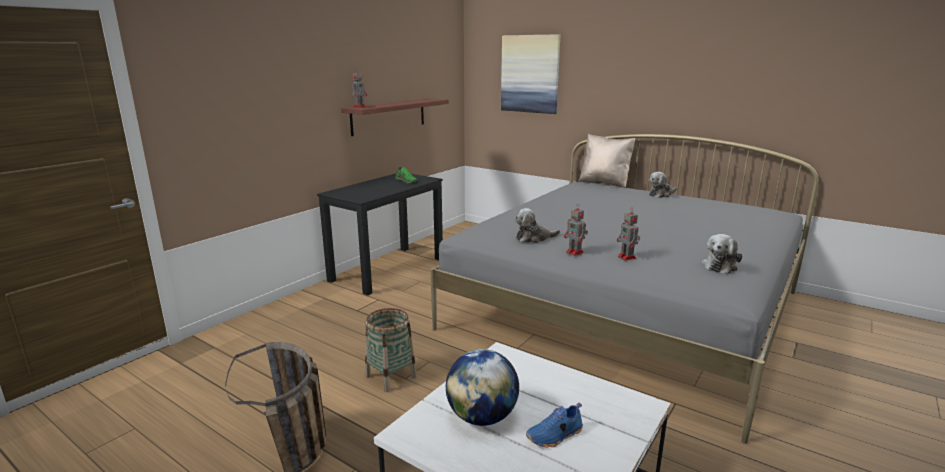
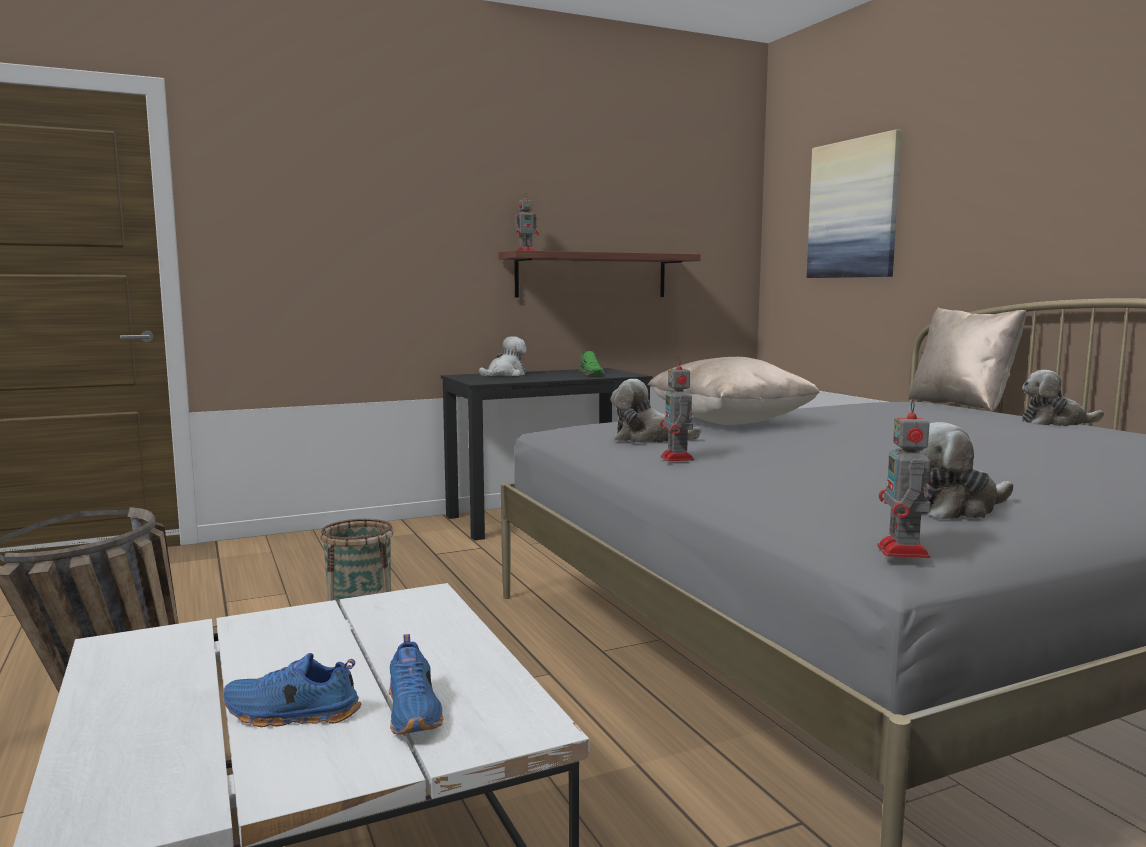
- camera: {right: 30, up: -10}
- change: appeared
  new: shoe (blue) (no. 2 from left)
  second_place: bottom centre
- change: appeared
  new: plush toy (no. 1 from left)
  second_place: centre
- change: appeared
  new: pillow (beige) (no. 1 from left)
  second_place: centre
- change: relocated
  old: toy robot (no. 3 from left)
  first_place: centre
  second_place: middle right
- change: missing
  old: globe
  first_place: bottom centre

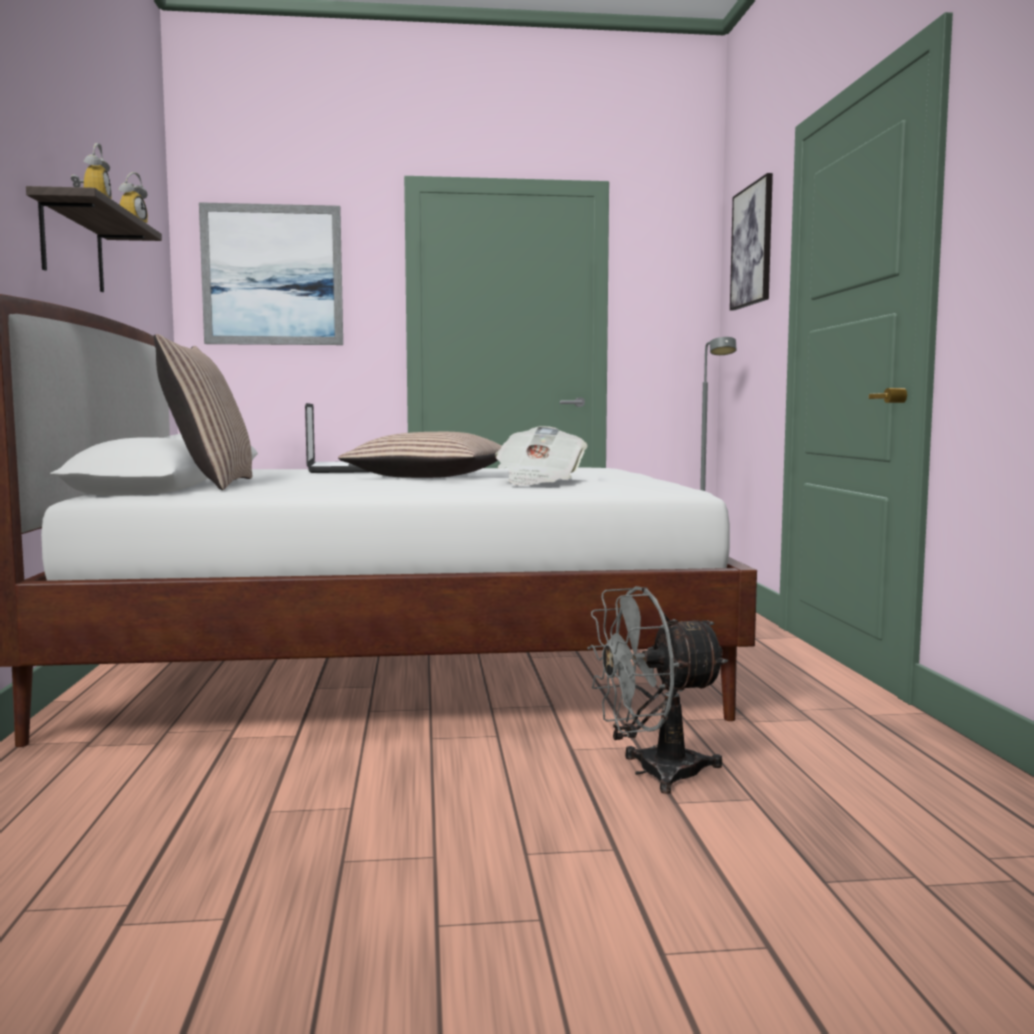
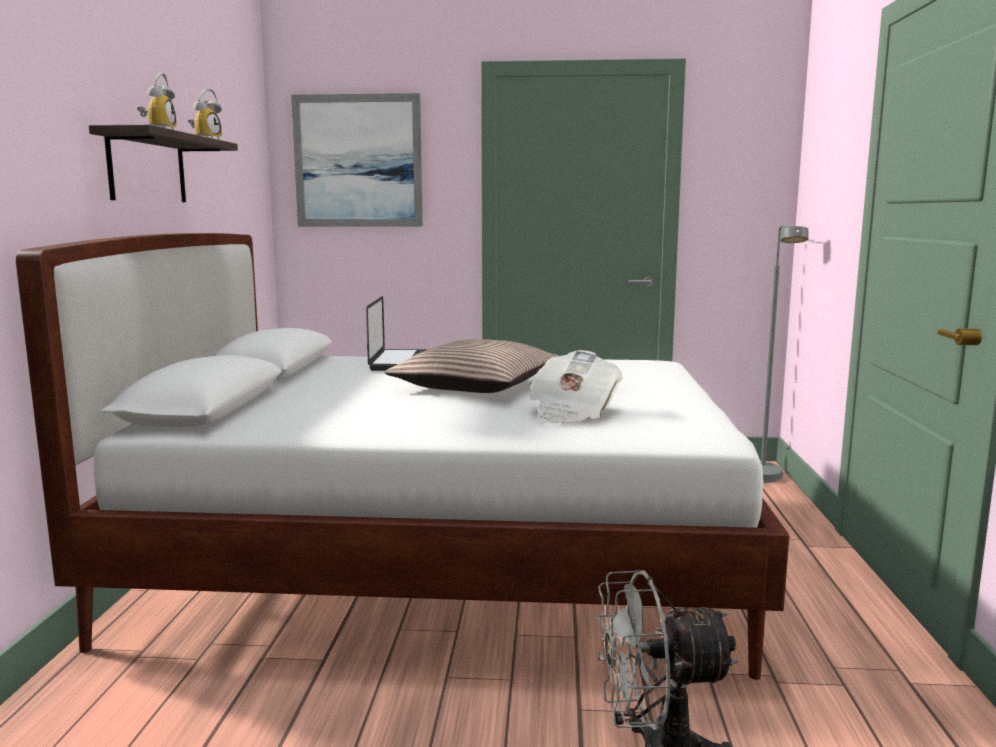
- camera: {right: 10, up: 5}
- change: missing
  old: pillow (no. 1 from left)
  first_place: middle left
- change: missing
  old: picture (no. 2 from left)
  first_place: top right

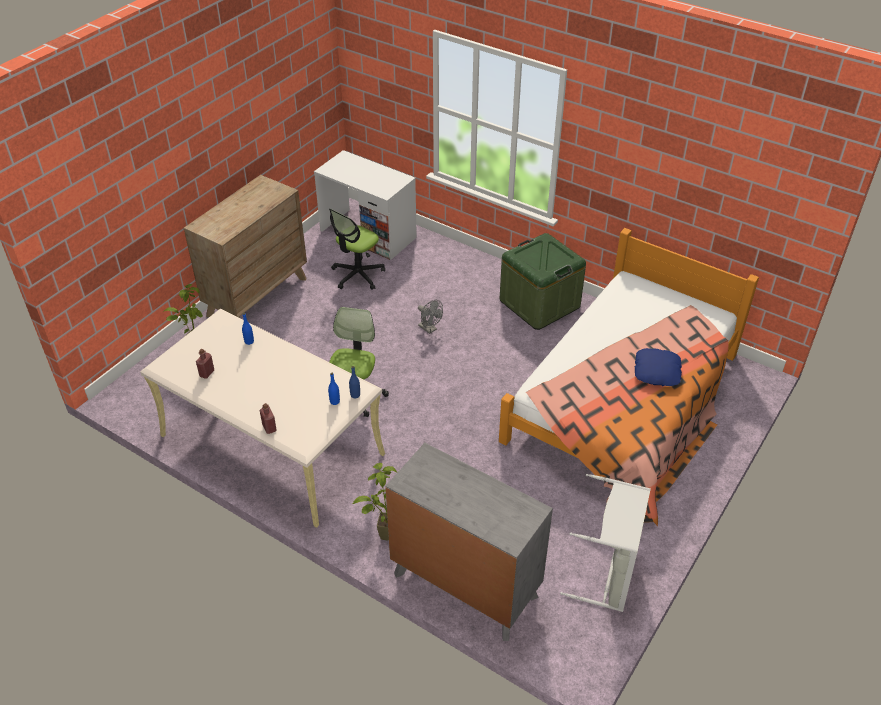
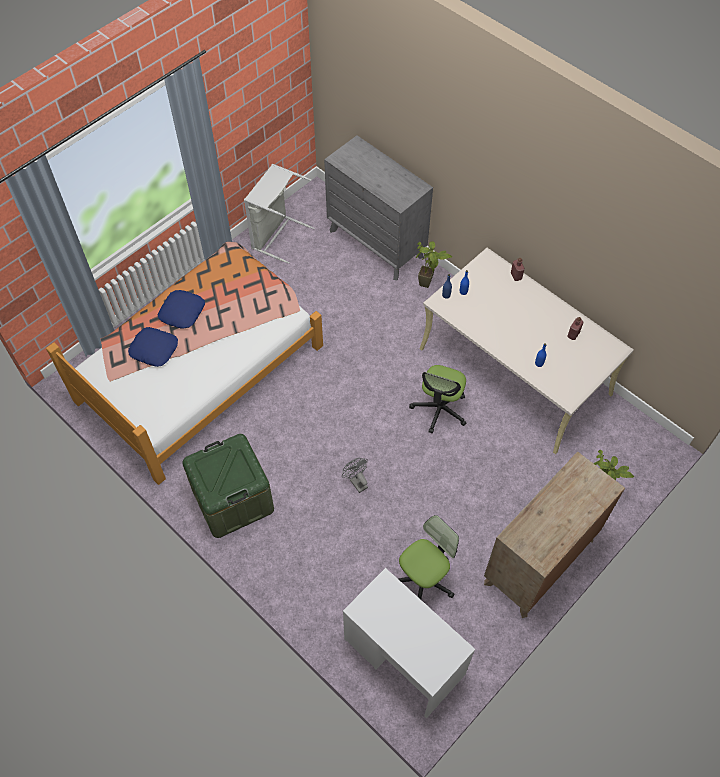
- camera: {right: -170, up: 15}
- change: appeared
  new: pillow (blue) (no. 1 from left)
  second_place: middle left

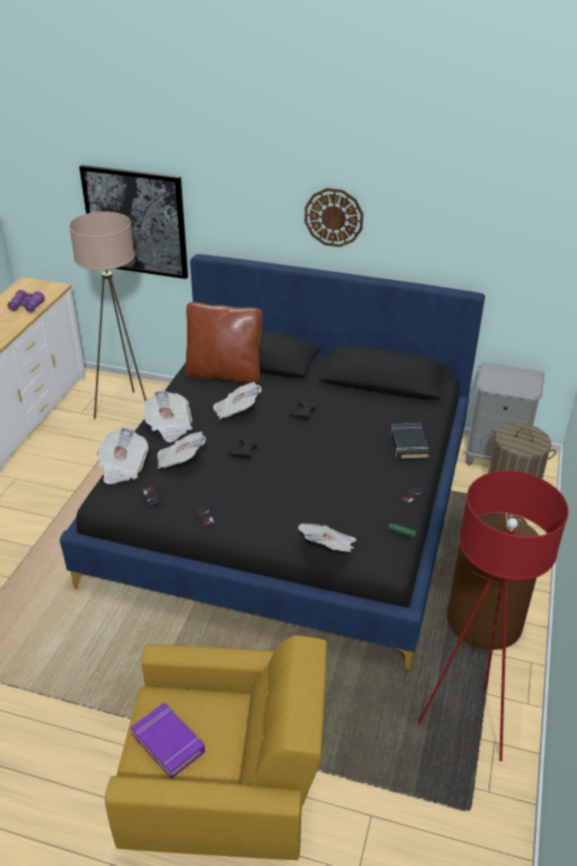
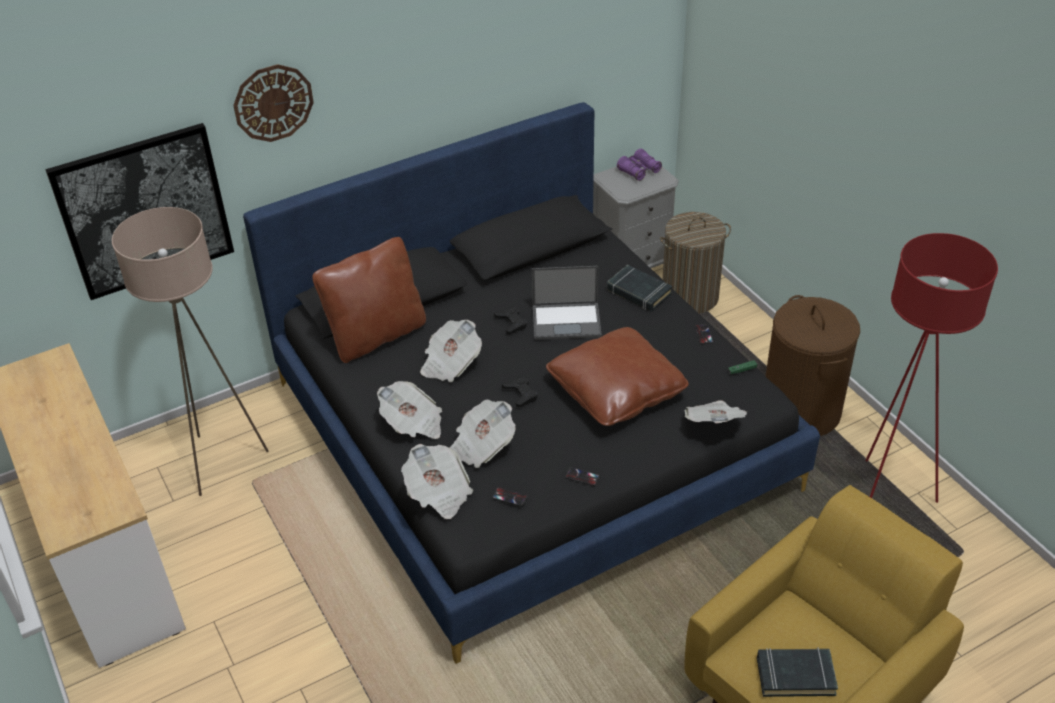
- camera: {right: -45, up: 5}
- change: relocated
  old: wall clock
  first_place: top centre
  second_place: top left
- change: appeared
  new: laptop
  second_place: centre
- change: appeared
  new: pillow (brown) (no. 2 from left)
  second_place: centre
- change: relocated
  old: binoculars (purple)
  first_place: middle left
  second_place: top centre
- change: colour
  old: book (purple)
  new: book (black) (no. 2 from left)
  first_place: bottom left
  second_place: bottom right

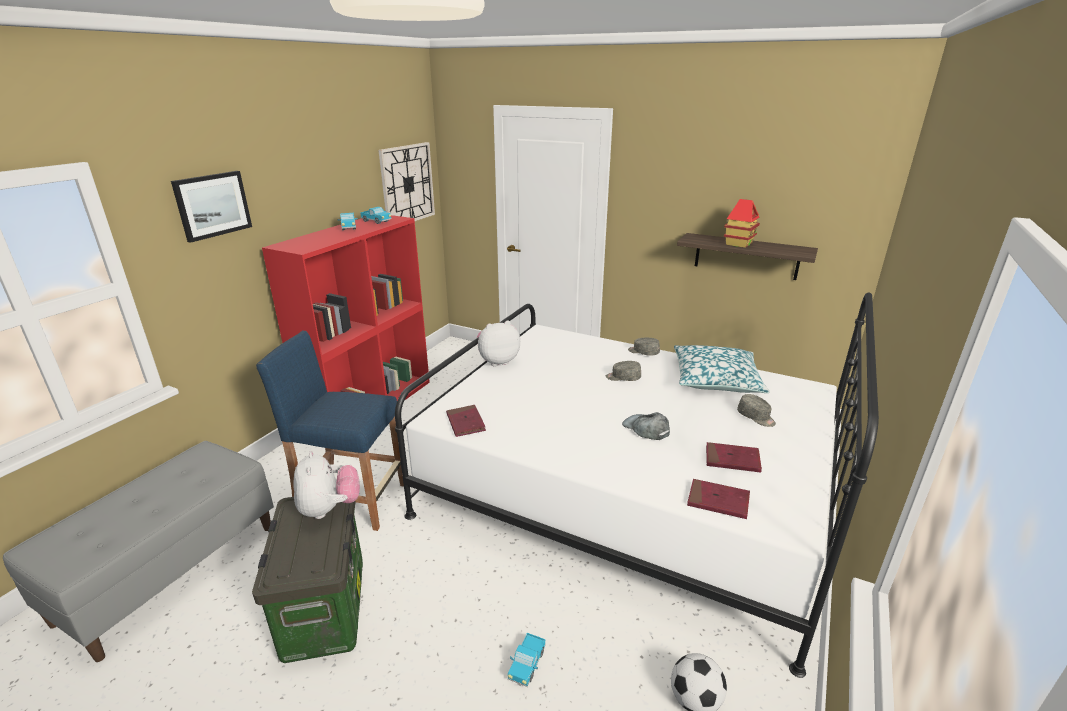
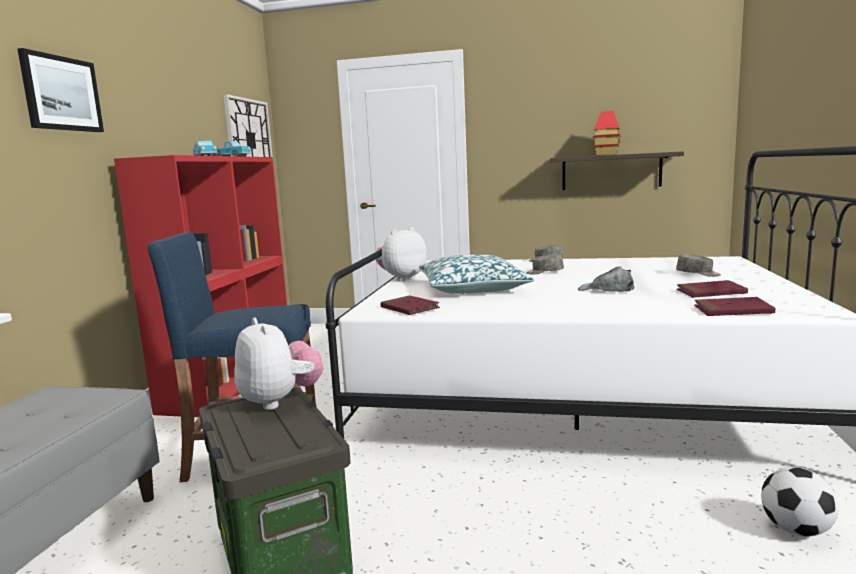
- camera: {right: -15, up: -15}
- change: relocated
  old: pillow
  first_place: middle right
  second_place: centre
- change: missing
  old: toy truck (no. 3 from left)
  first_place: bottom centre

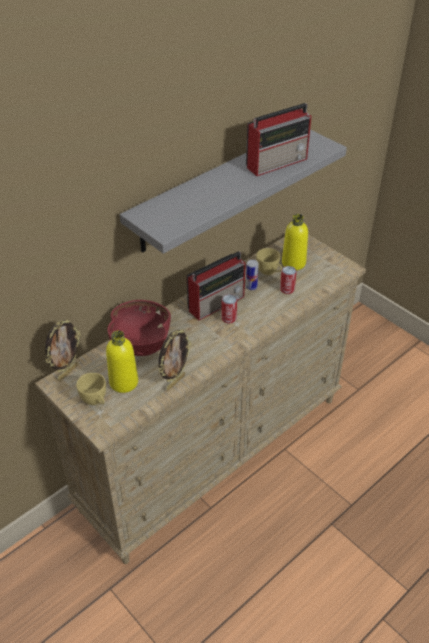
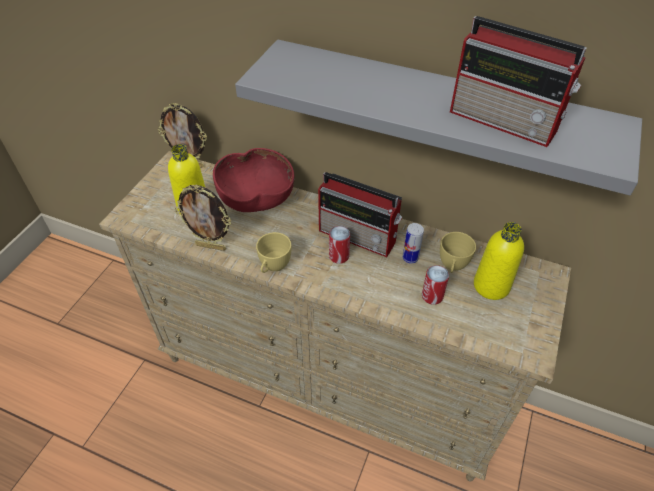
- camera: {right: 65, up: 5}
- change: relocated
  old: cup (yellow) (no. 1 from left)
  first_place: middle left
  second_place: centre

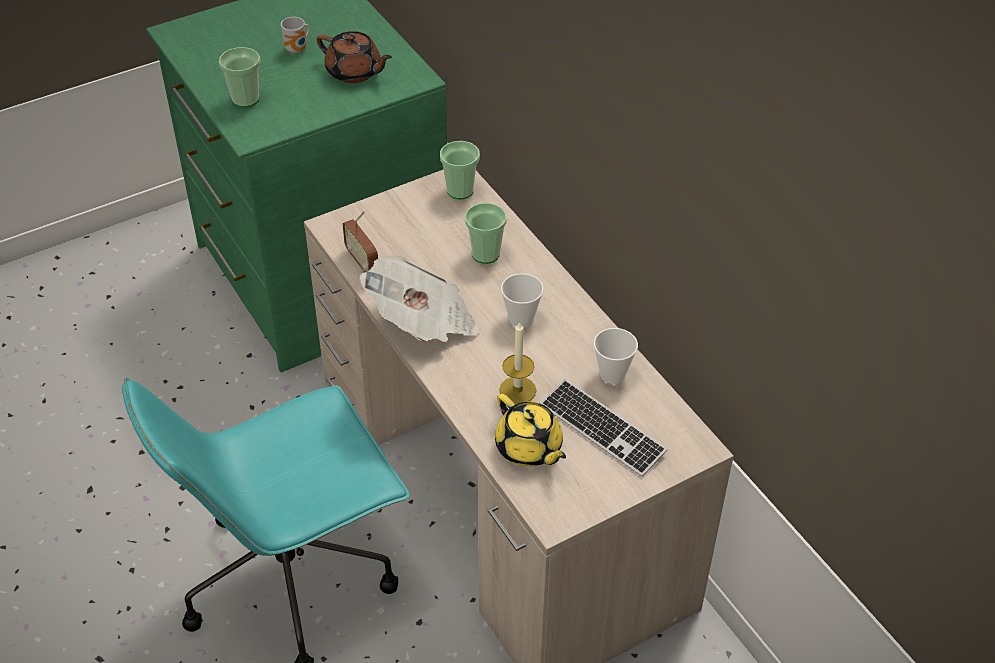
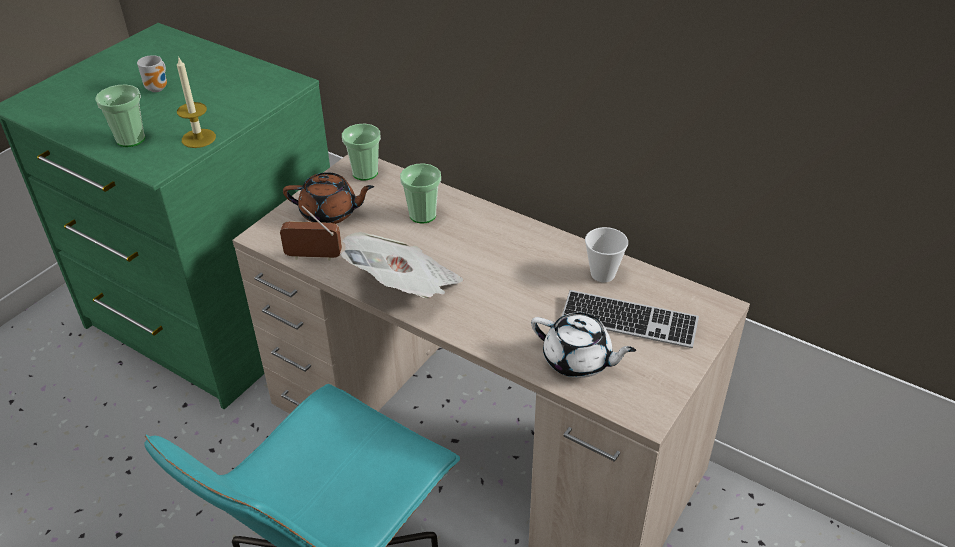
- camera: {right: -25, up: -5}
- change: relocated
  old: candle
  first_place: centre
  second_place: top left
- change: spun
  old: radio
  first_place: centre
  second_place: middle left
  degrees: 150
- change: relocated
  old: teapot (brown)
  first_place: top centre
  second_place: centre
- change: colour
  old: teapot (yellow)
  new: teapot (white)
  first_place: centre
  second_place: centre
- change: missing
  old: cup (no. 4 from left)
  first_place: centre

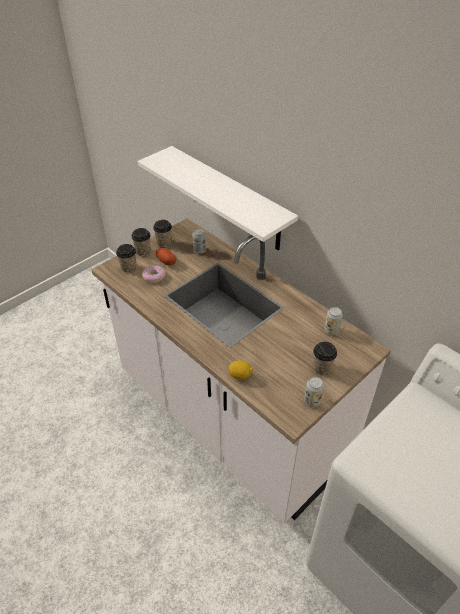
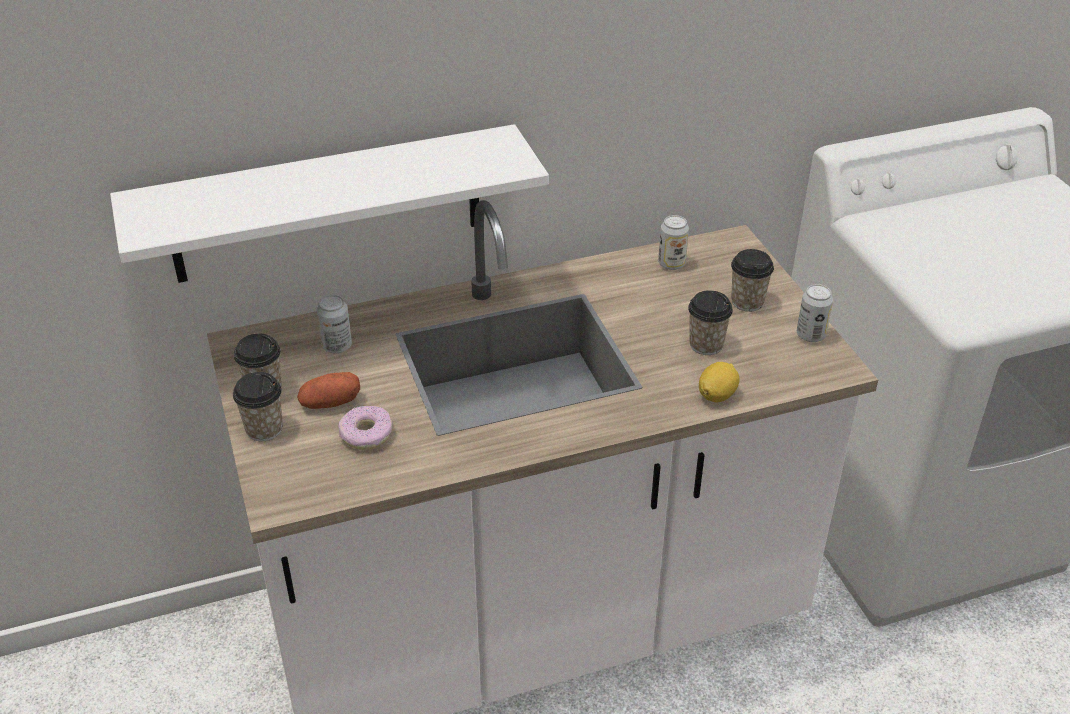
- camera: {right: -65, up: -5}
- change: relocated
  old: cup (no. 1 from left in the first image)
  new: cup (no. 3 from left)
  first_place: middle left
  second_place: centre

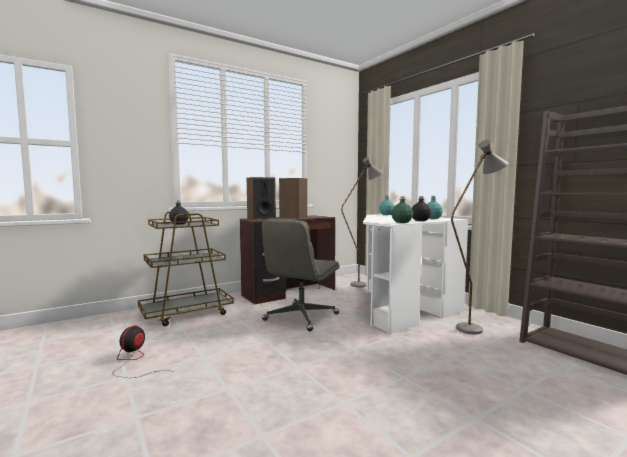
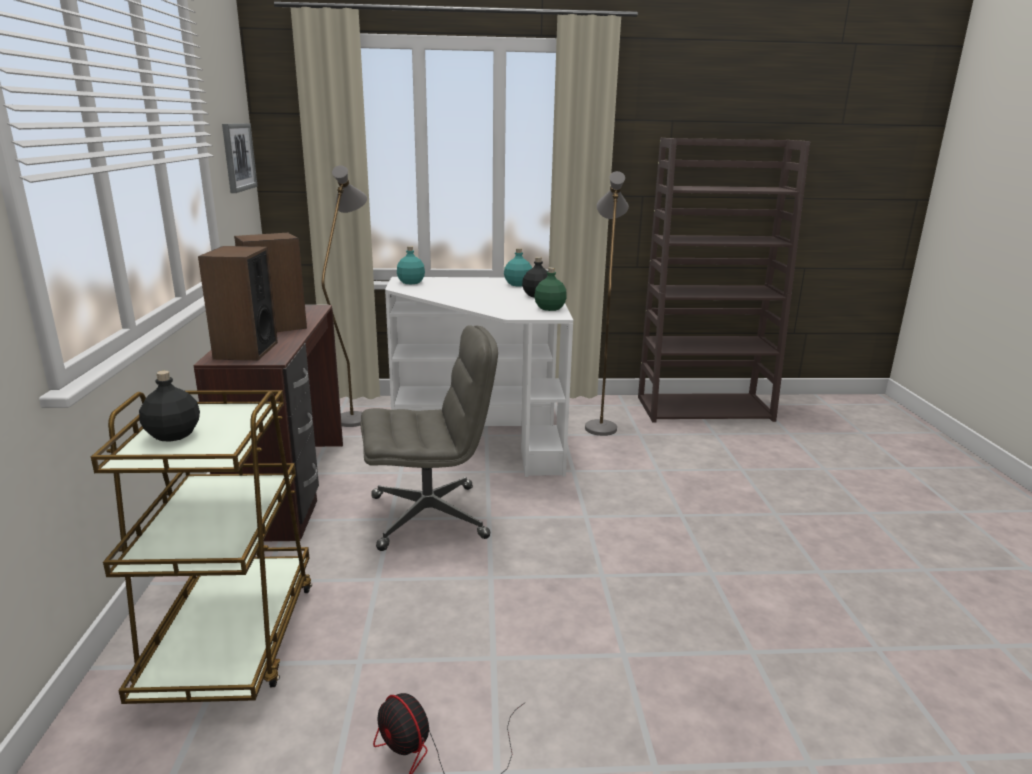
- camera: {right: -60, up: 15}
- change: appeared
  new: picture
  second_place: top left
- change: spun
  old: office chair (grey)
  first_place: centre
  second_place: centre
  degrees: -75

